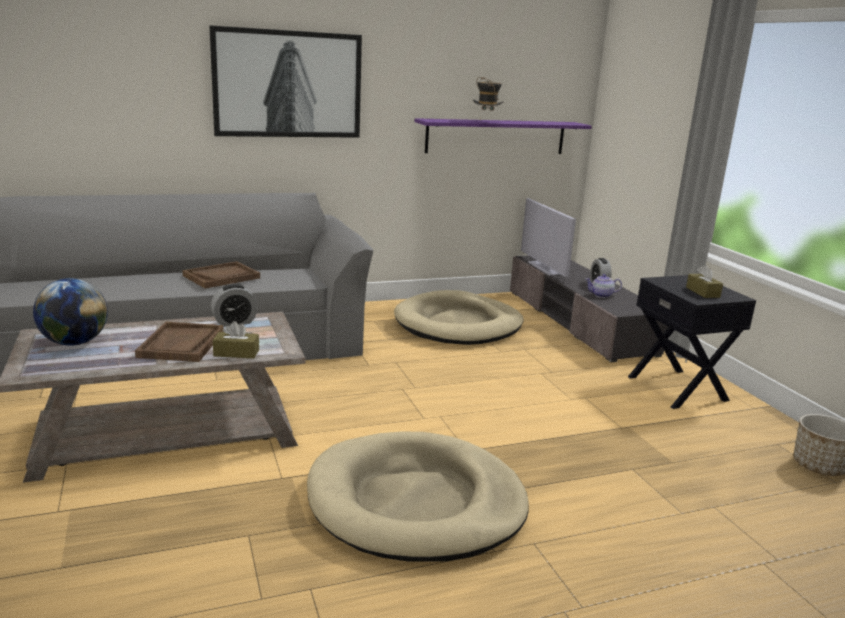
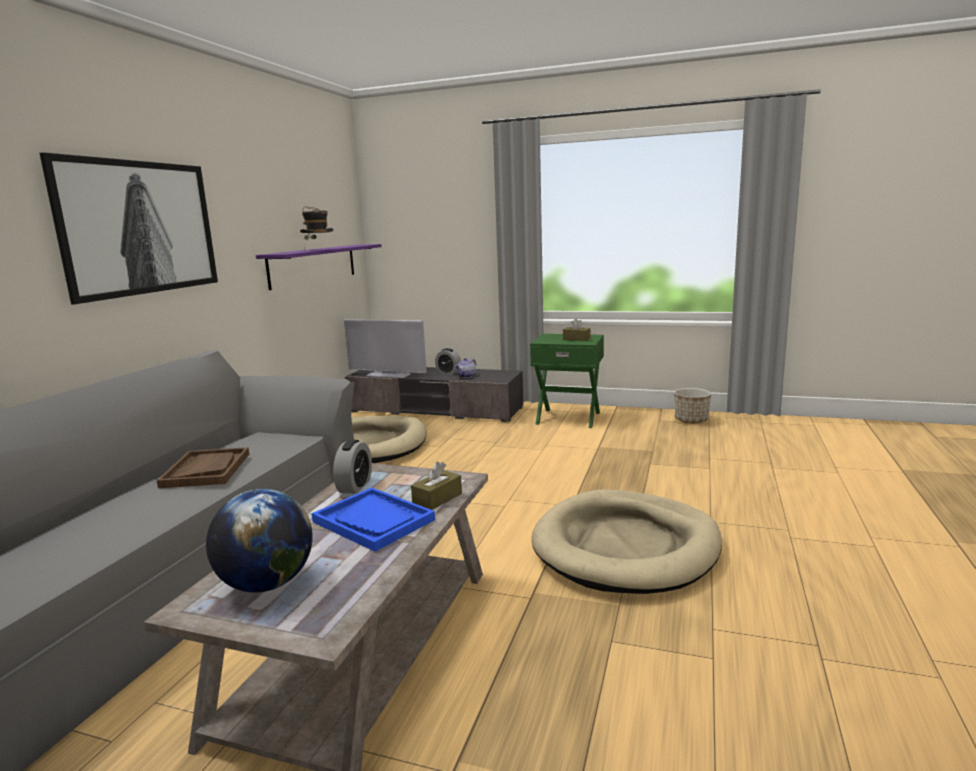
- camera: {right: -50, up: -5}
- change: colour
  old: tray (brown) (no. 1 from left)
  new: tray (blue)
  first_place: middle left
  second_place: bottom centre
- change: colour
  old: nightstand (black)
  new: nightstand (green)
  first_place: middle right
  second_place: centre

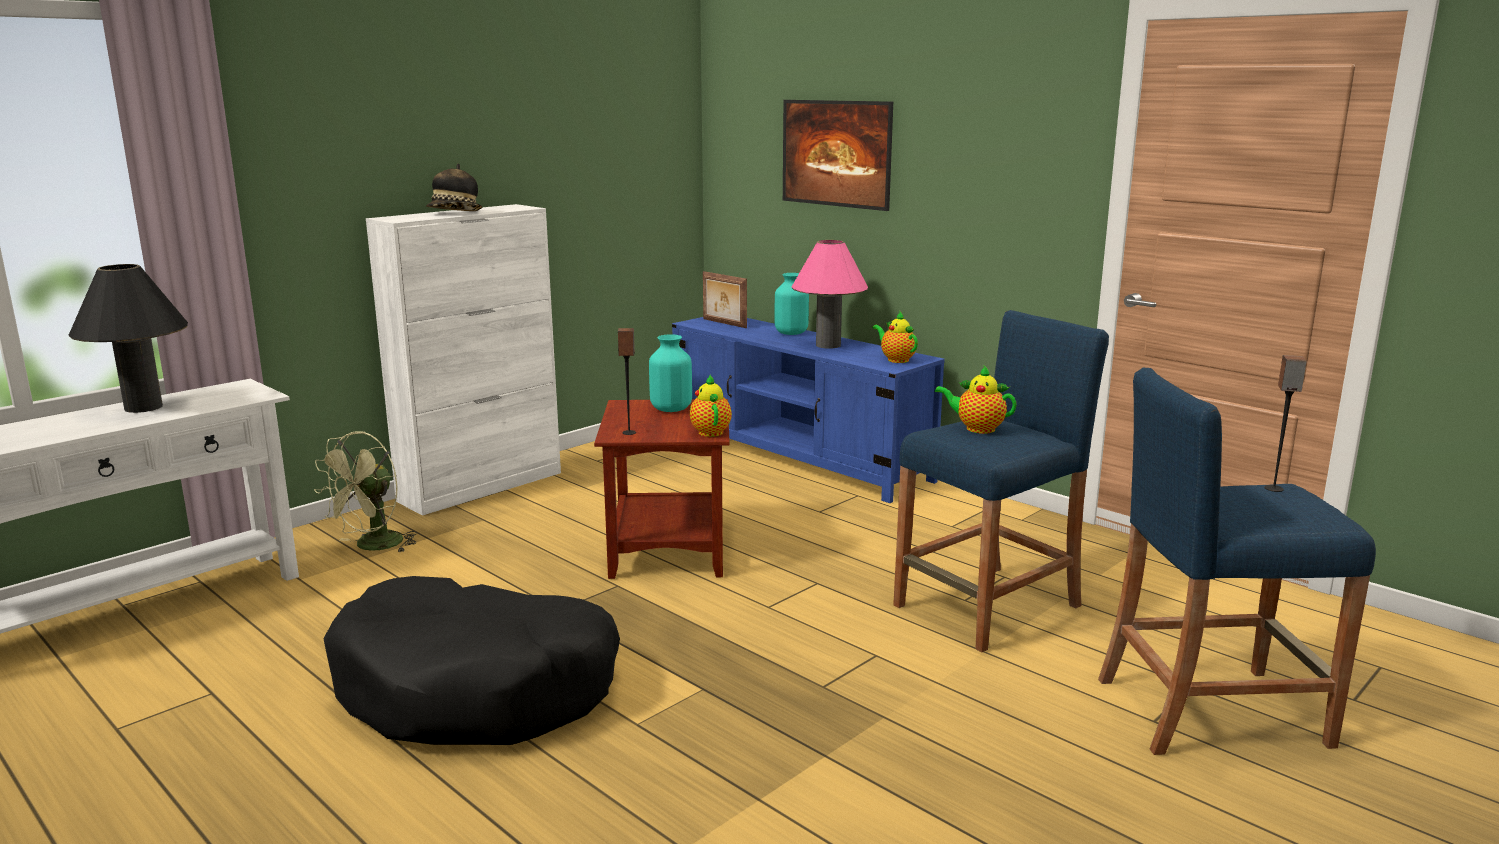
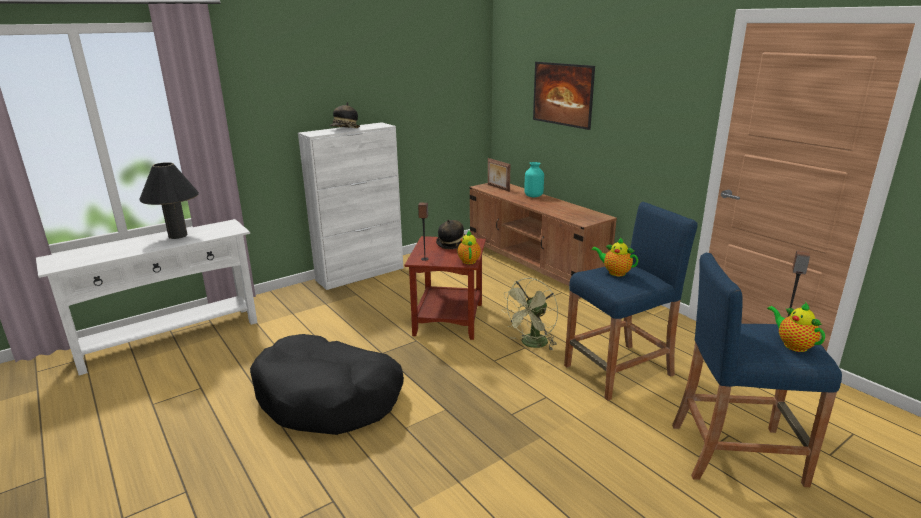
- camera: {right: 10, up: 5}
- change: exchanged
  old: vase (turquoise) (no. 1 from left)
  new: hat (no. 2 from left)
  first_place: centre
  second_place: centre
- change: colour
  old: tv stand (blue)
  new: tv stand (brown)
  first_place: centre
  second_place: centre
- change: relocated
  old: fan (green)
  first_place: middle left
  second_place: centre
- change: relocated
  old: teapot (no. 2 from left in the first image)
  new: teapot (no. 3 from left)
  first_place: centre
  second_place: middle right
- change: missing
  old: table lamp (pink)
  first_place: centre

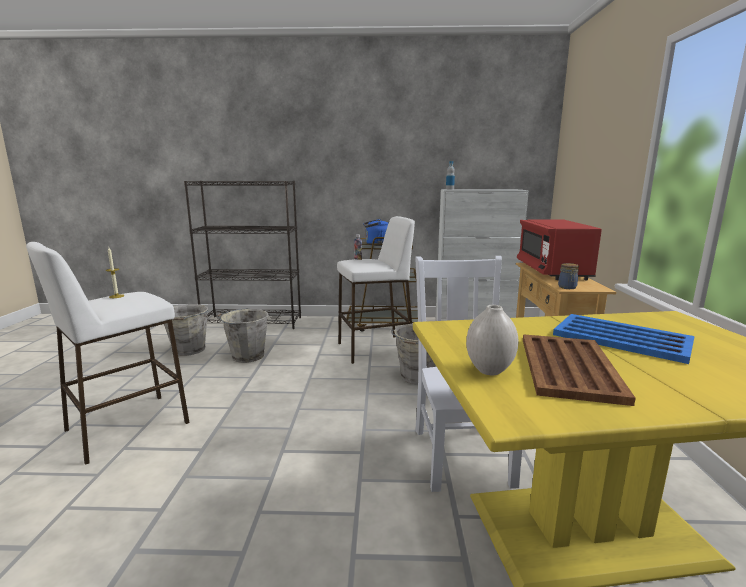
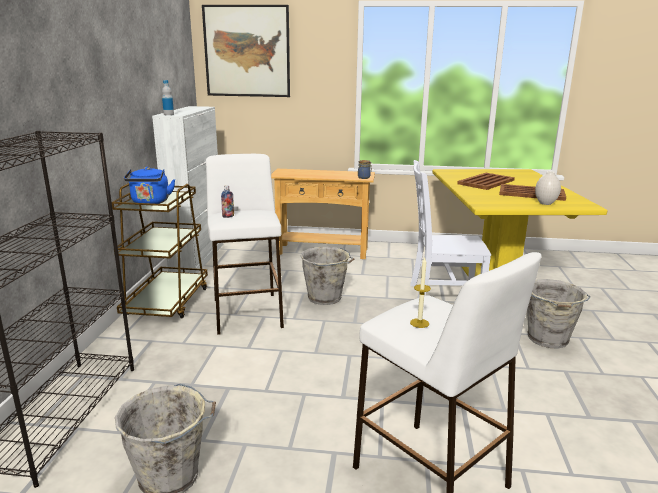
- camera: {right: -85, up: 5}
- change: appeared
  new: picture
  second_place: top centre
- change: colour
  old: tray (blue)
  new: tray (brown) (no. 1 from left)
  first_place: middle right
  second_place: middle right
- change: relocated
  old: bucket (grey) (no. 2 from left in the first image)
  new: bucket (grey) (no. 3 from left)
  first_place: middle left
  second_place: middle right
- change: missing
  old: microwave (red)
  first_place: middle right

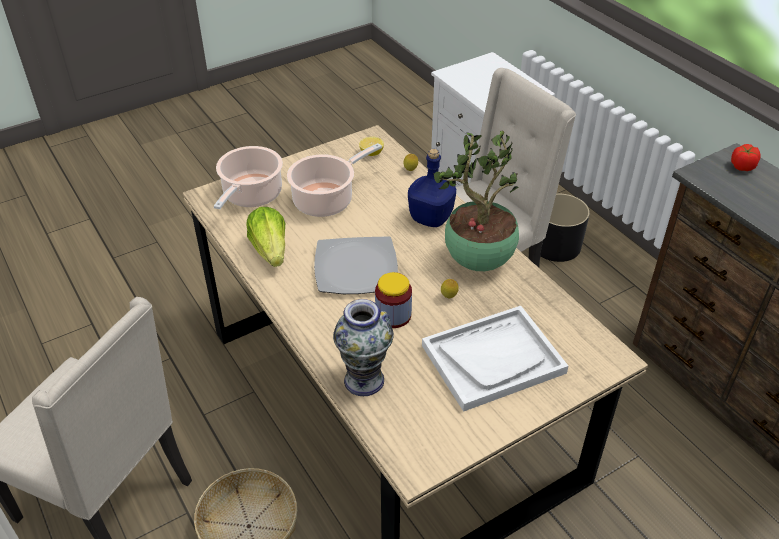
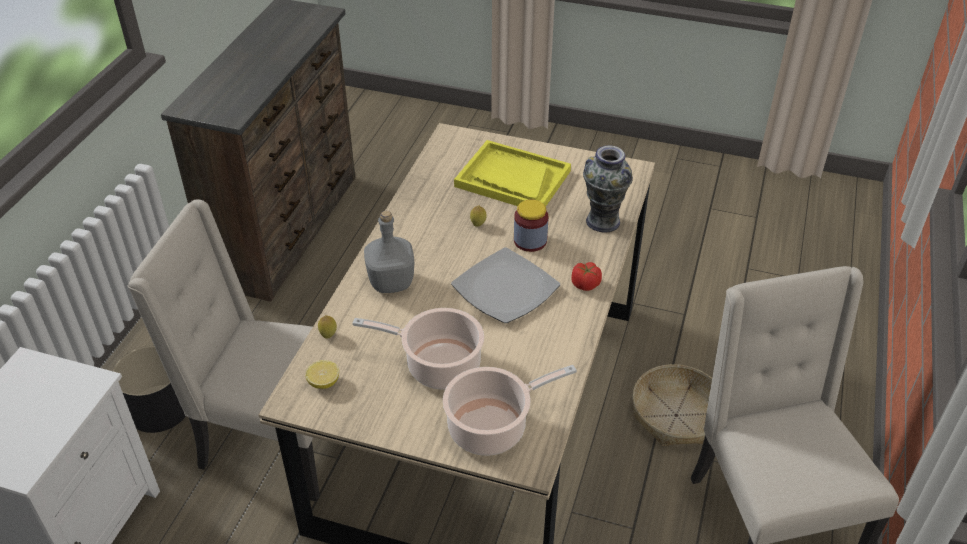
- camera: {right: -130, up: 0}
- change: colour
  old: bottle (blue)
  new: bottle (grey)
  first_place: centre
  second_place: centre
- change: colour
  old: tray (white)
  new: tray (yellow)
  first_place: centre
  second_place: top centre
- change: relocated
  old: tomato
  first_place: top right
  second_place: centre
- change: missing
  old: lettuce
  first_place: centre
- change: missing
  old: potted plant
  first_place: centre

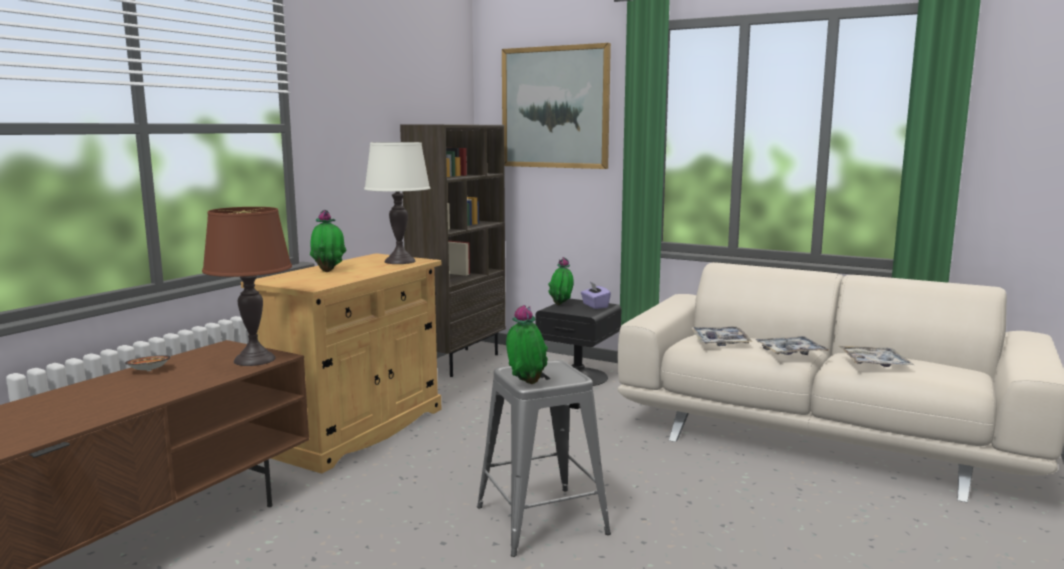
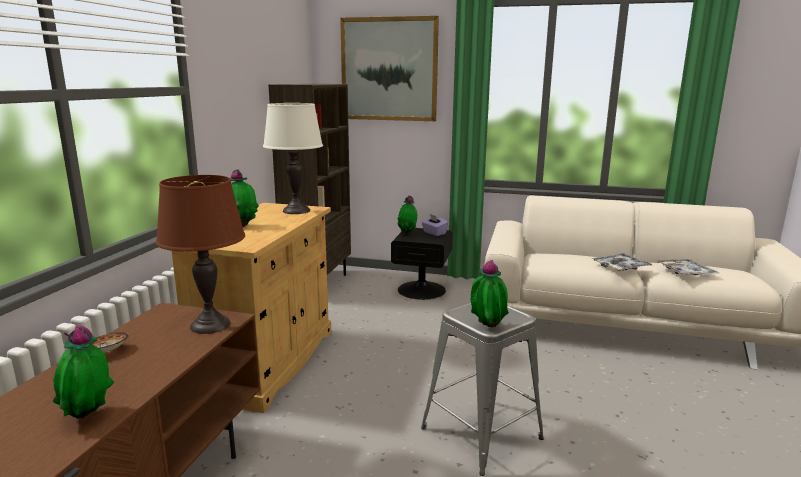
- camera: {right: -15, up: 5}
- change: appeared
  new: potted plant (no. 1 from left)
  second_place: bottom left
- change: missing
  old: tray (no. 1 from left)
  first_place: middle right

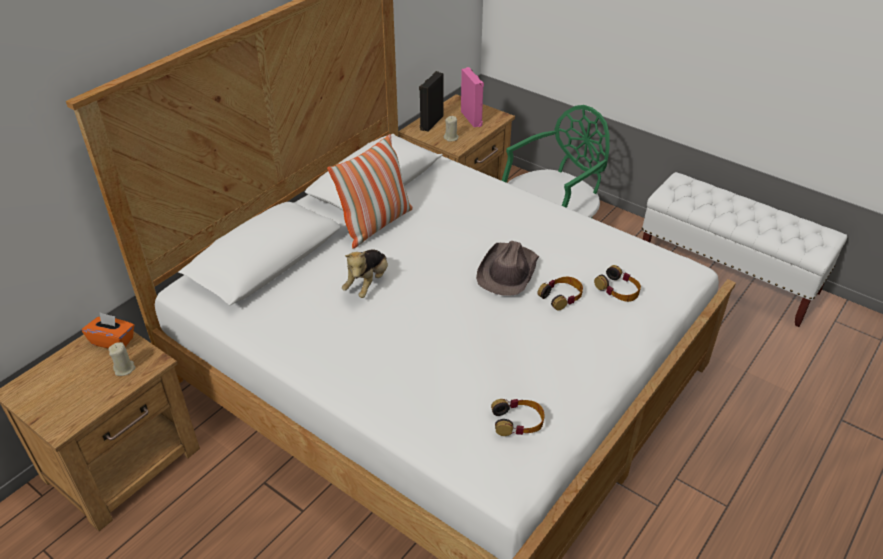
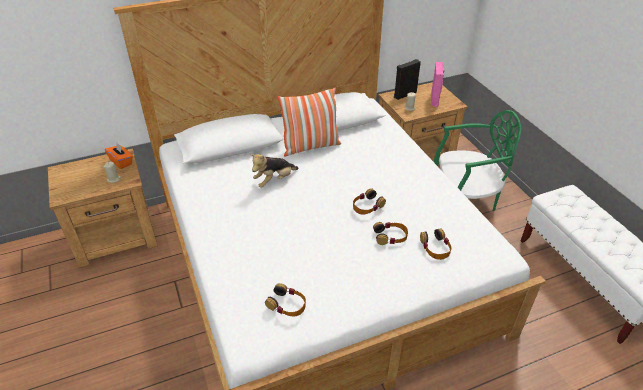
- camera: {right: 30, up: 0}
- change: exchanged
  old: hat (brown)
  new: headphones (no. 2 from left)
  first_place: centre
  second_place: centre

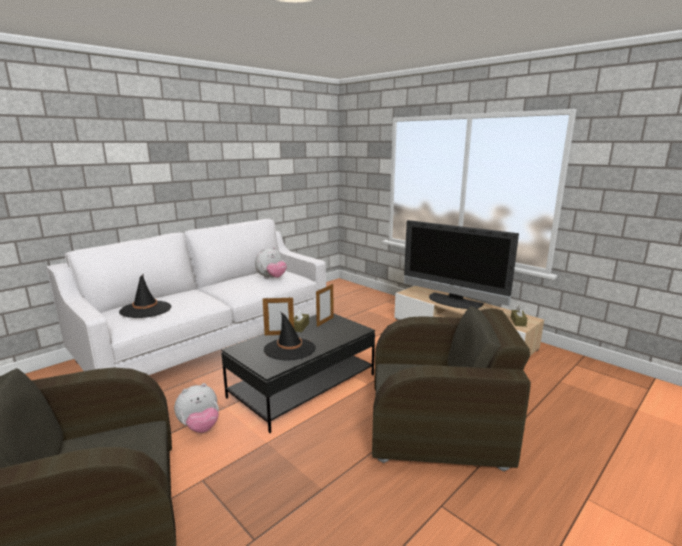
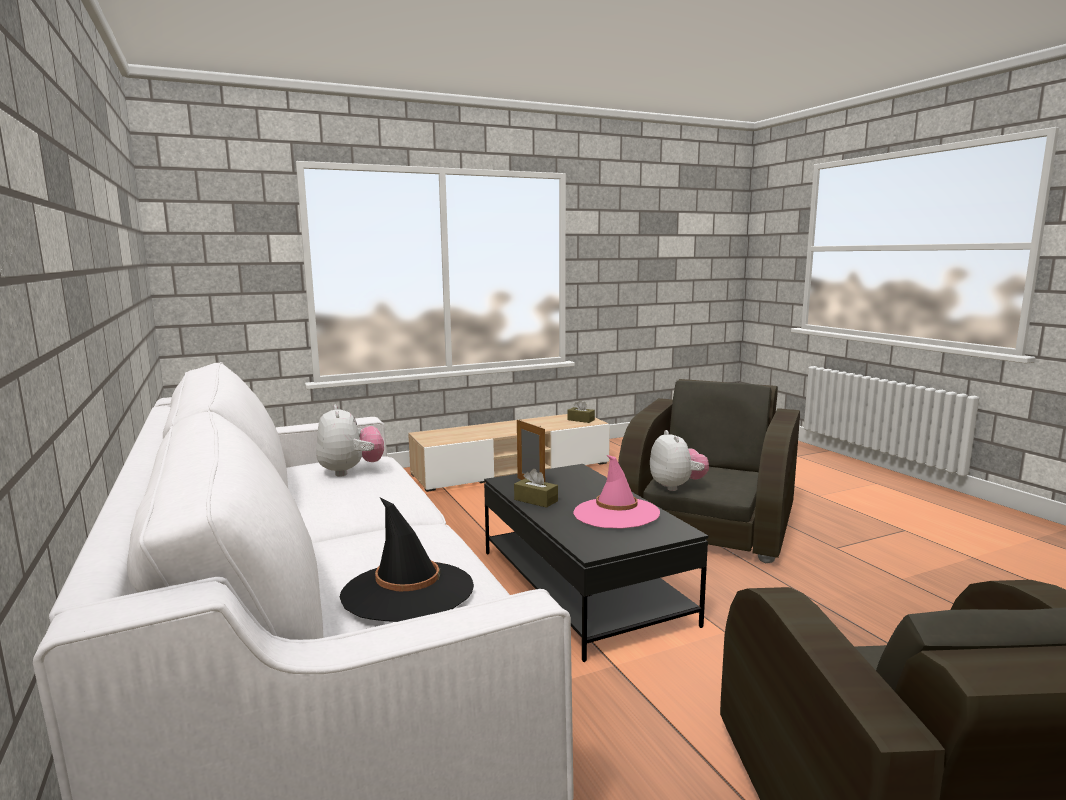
- camera: {right: -70, up: -5}
- change: colour
  old: hat (black) (no. 2 from left)
  new: hat (pink)
  first_place: centre
  second_place: centre
- change: relocated
  old: plush toy (no. 1 from left in the first image)
  new: plush toy (no. 2 from left)
  first_place: bottom left
  second_place: centre
- change: missing
  old: picture frame (no. 1 from left)
  first_place: centre
- change: missing
  old: television
  first_place: middle right

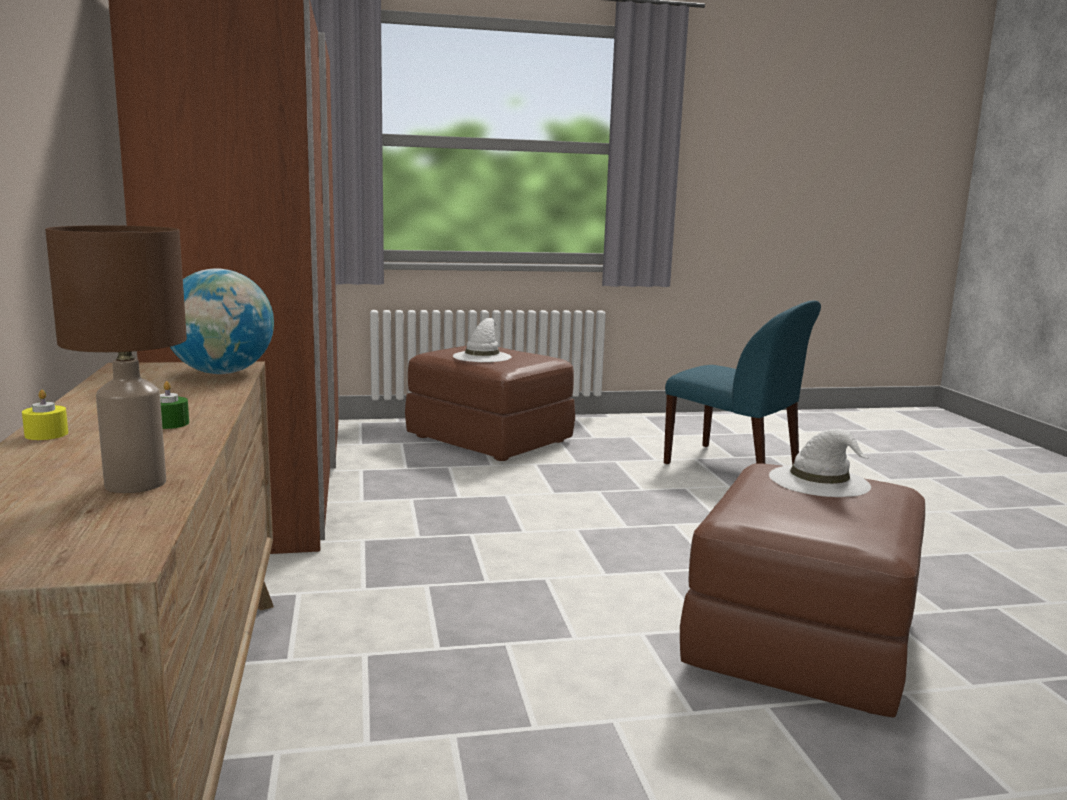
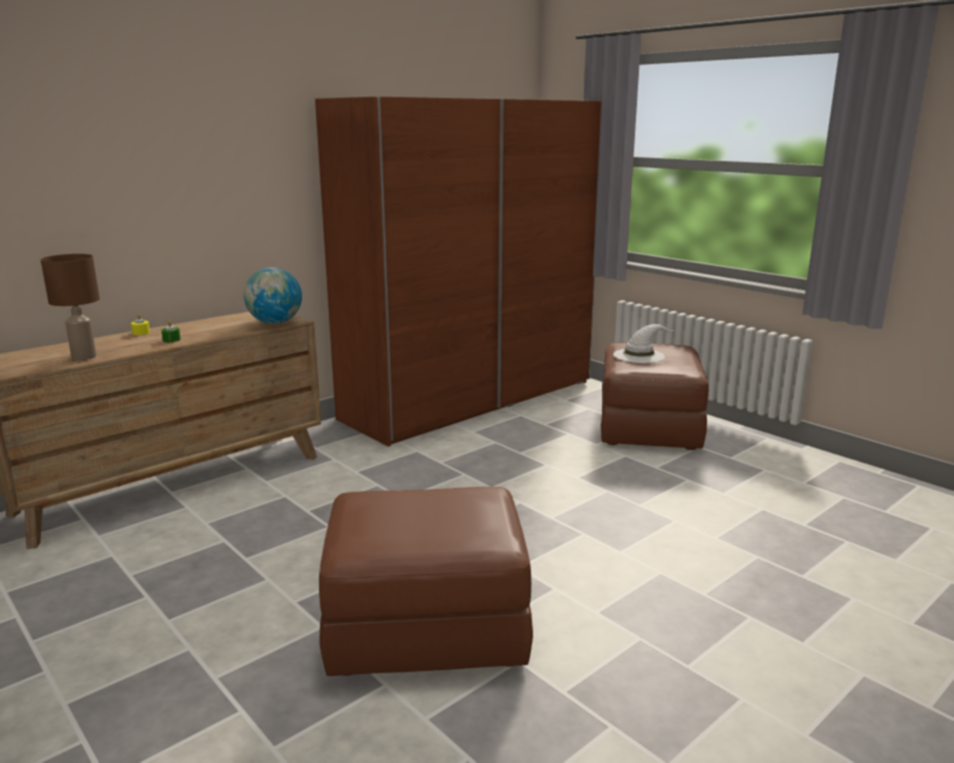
- camera: {right: 60, up: 5}
- change: missing
  old: chair (blue)
  first_place: middle right
- change: missing
  old: hat (white) (no. 2 from left)
  first_place: middle right

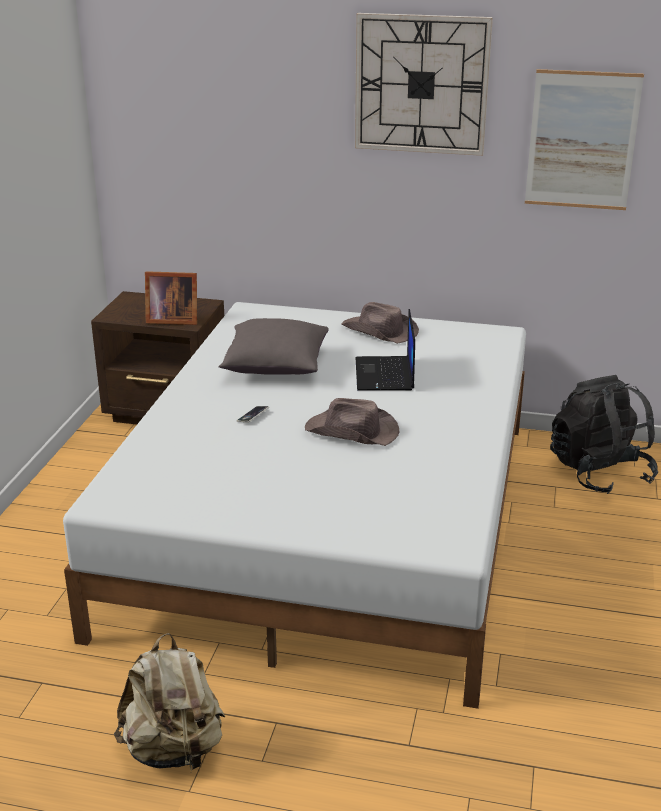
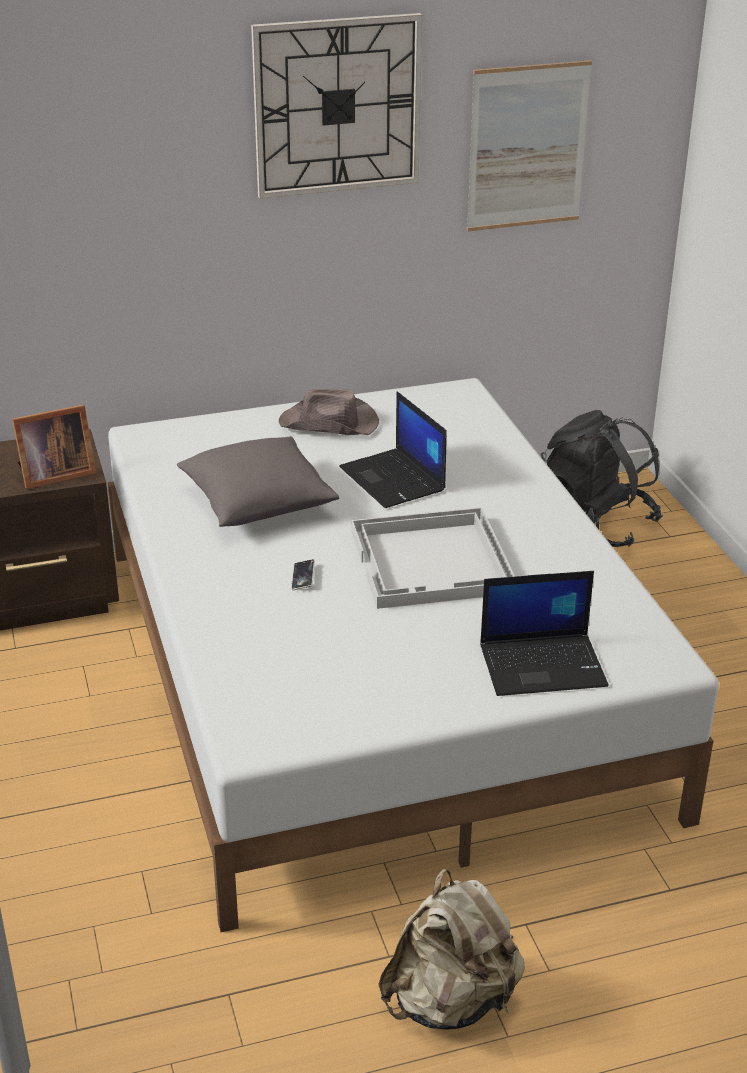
- camera: {right: -30, up: 5}
- change: exchanged
  old: hat (brown) (no. 1 from left)
  new: tray (white)
  first_place: centre
  second_place: centre
- change: appeared
  new: laptop (no. 2 from left)
  second_place: middle right

